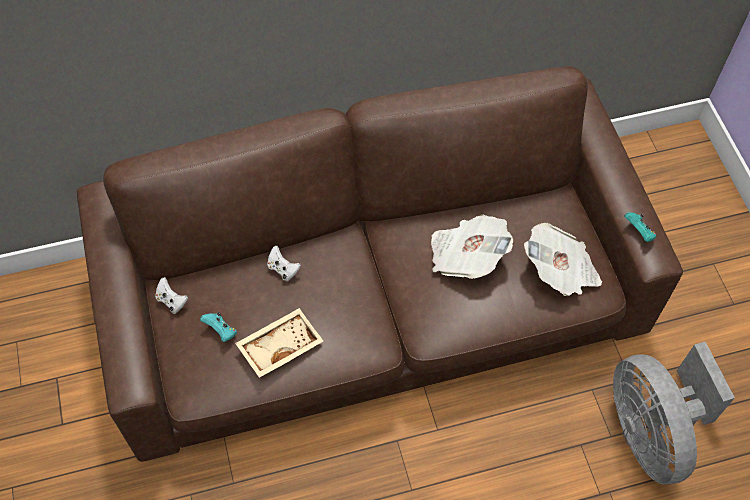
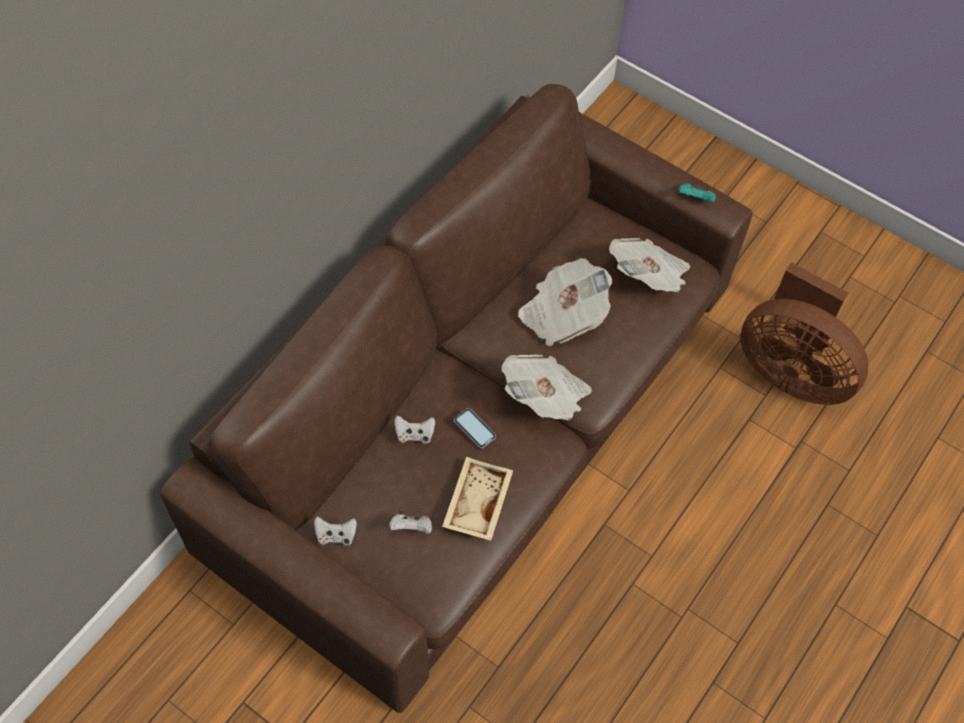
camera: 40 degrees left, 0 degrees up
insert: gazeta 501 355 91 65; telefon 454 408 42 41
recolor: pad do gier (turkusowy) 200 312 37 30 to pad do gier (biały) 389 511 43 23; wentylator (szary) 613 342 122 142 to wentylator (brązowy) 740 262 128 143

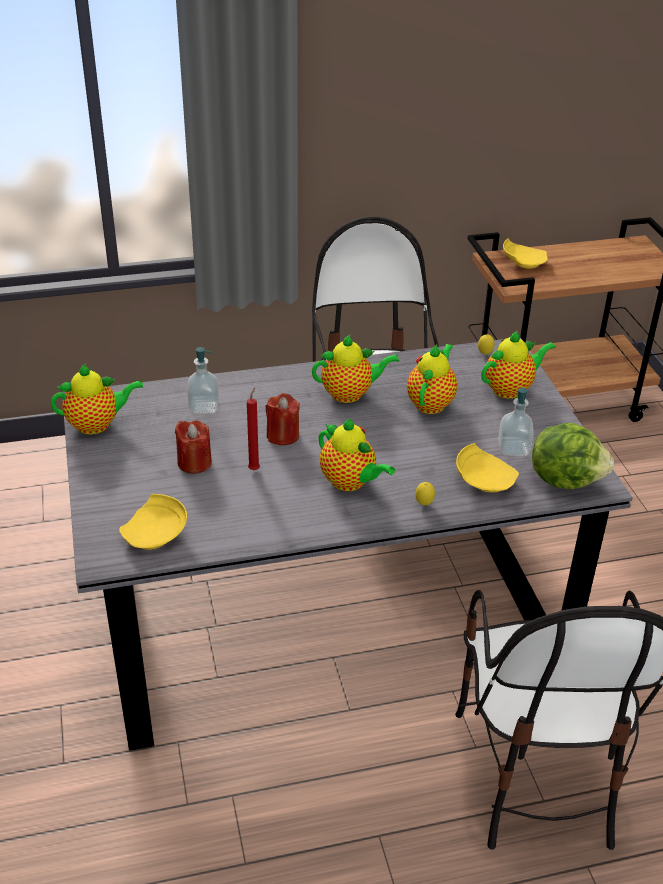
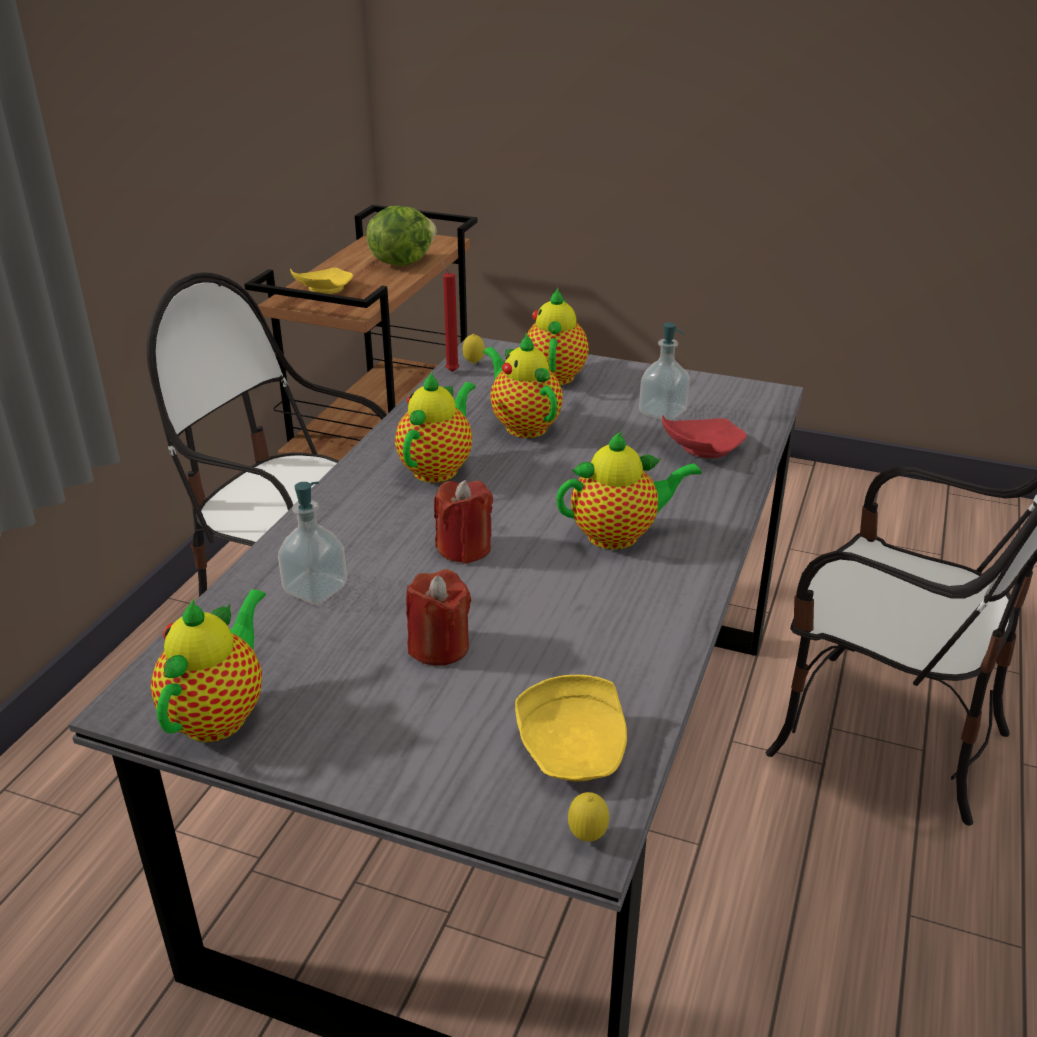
camera: 55 degrees left, 5 degrees down
move: świeca (czerwony) 247 387 13 83 to 441 260 18 112; sałata 532 423 82 66 to 366 206 71 60; cytryna 415 482 20 23 to 568 792 41 50
recolor: talerz (żółty) 456 443 63 50 to talerz (czerwony) 662 415 84 43

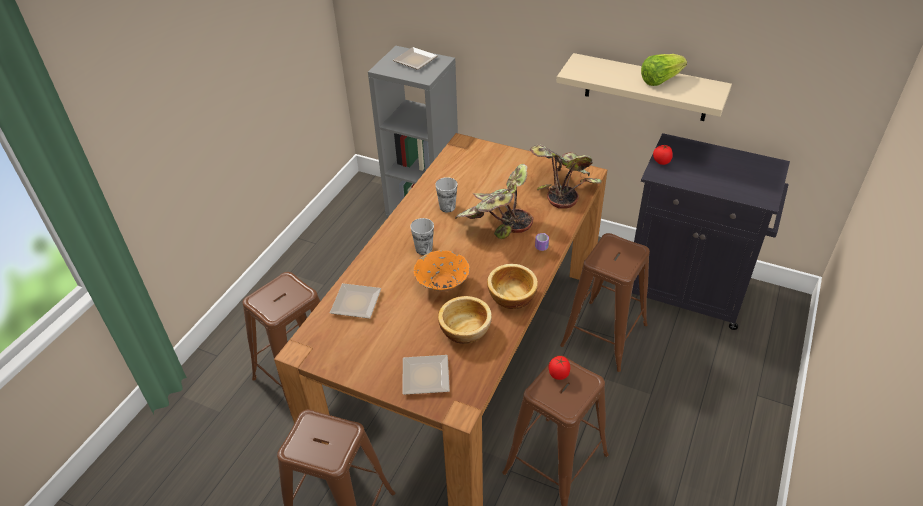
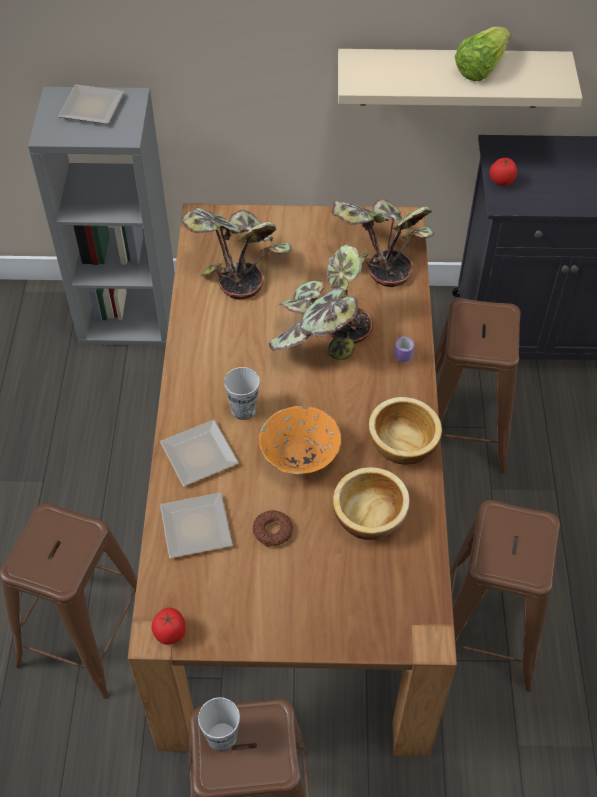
camera: 25 degrees left, 10 degrees up
insert: roślina doniczkowa 181 207 111 93; donut 253 510 40 37
move: filiżanka 435 177 23 35 to 198 697 42 55; talerz 403 355 47 40 to 160 420 79 66; pomidor 549 356 21 24 to 151 608 35 37

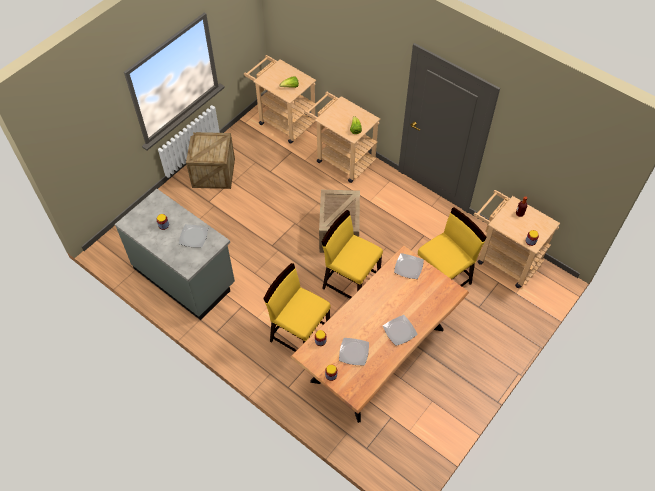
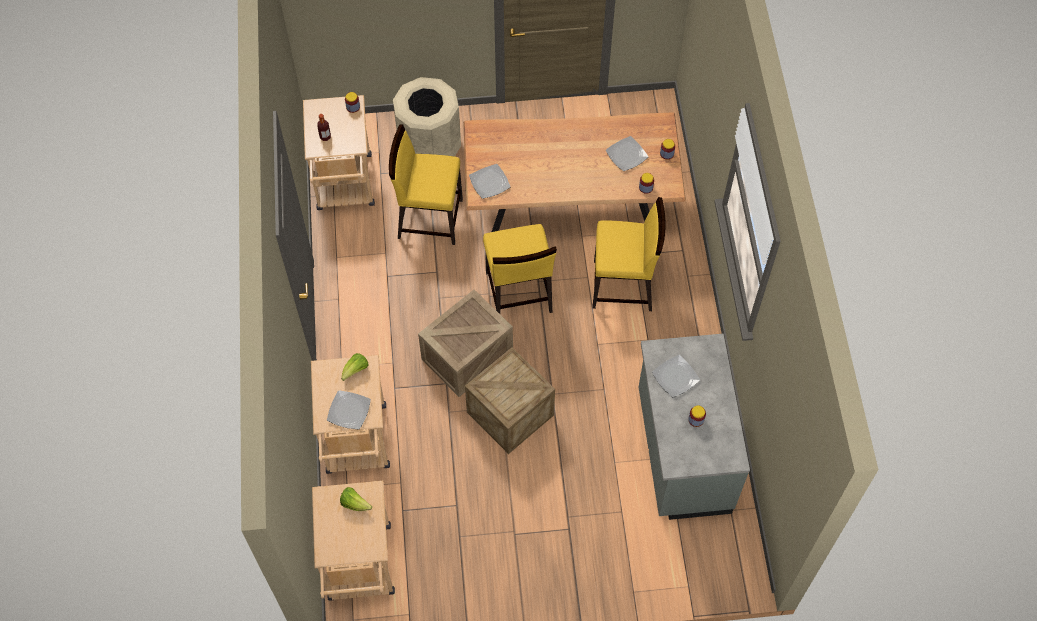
camera: 135 degrees left, 5 degrees up
insert: kosz na śmieci (beżowy) 393 77 68 80
move: skrzynka 186 132 49 57 to 465 347 90 107; talerz 383 315 34 31 to 327 390 44 39
rotate: krzesło (żółty) 263 263 68 89 = 592 197 73 114 75 degrees counterclockwise

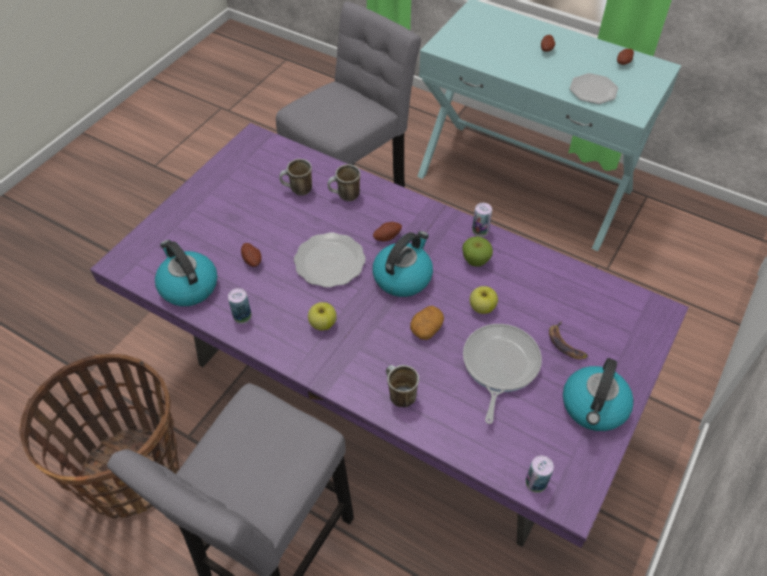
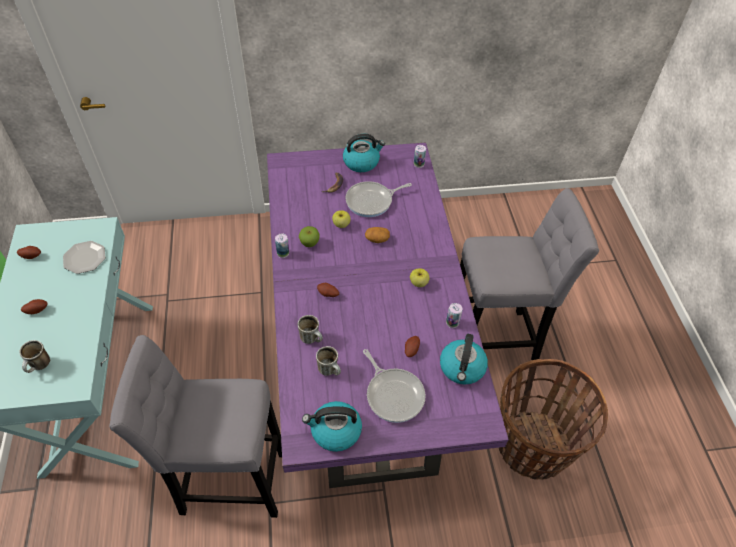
camera: 130 degrees left, 0 degrees up
delete: talerz 294 233 72 54
insert: patelnia 363 349 63 74
move: czajnik 373 231 60 66 to 302 401 60 51; kubek 386 365 33 42 to 19 340 31 33

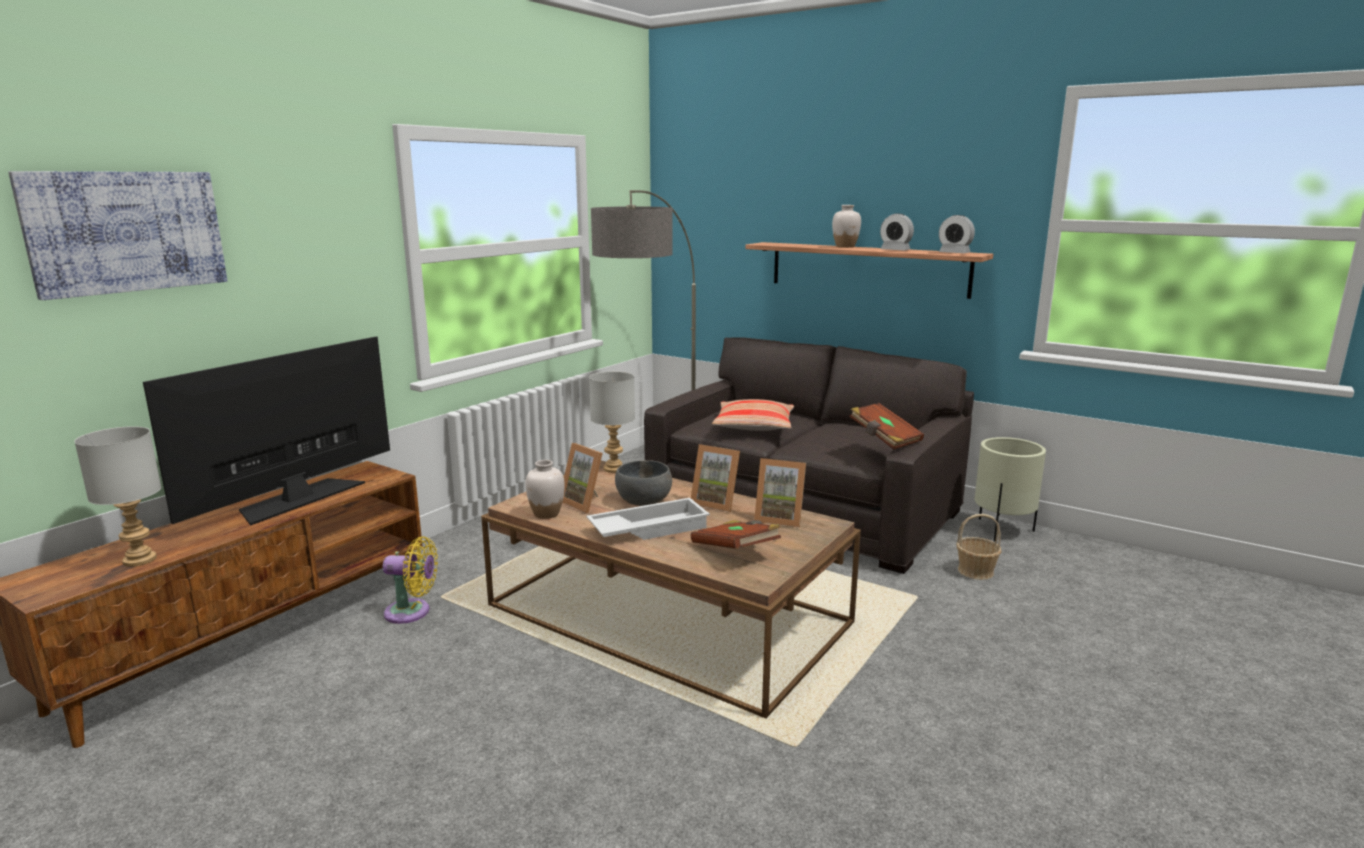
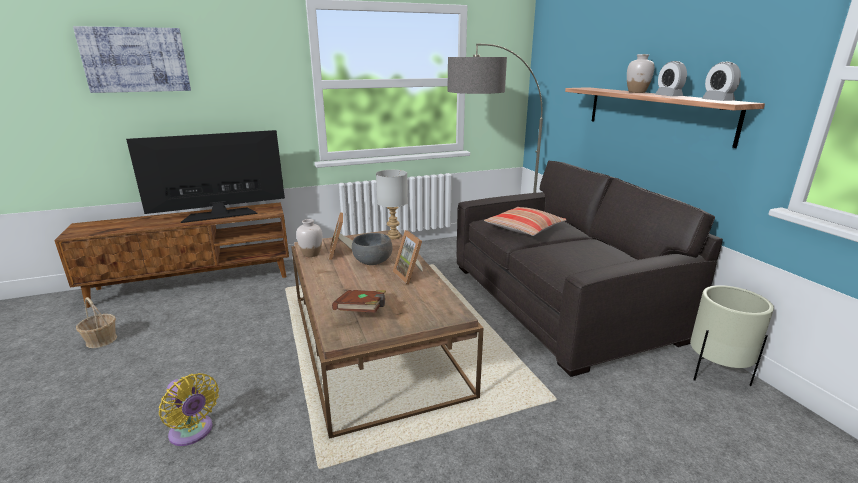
camera: 35 degrees right, 5 degrees up
delete: książka (brązowy) 849 403 75 47; lampa stołowa (szary) 74 426 87 141; ramka na zdjęcie 754 458 52 69; taca (biały) 586 498 124 42
move: koszyk 956 514 45 66 to 76 297 41 51; wentylator (żółty) 383 537 55 87 to 159 373 60 73

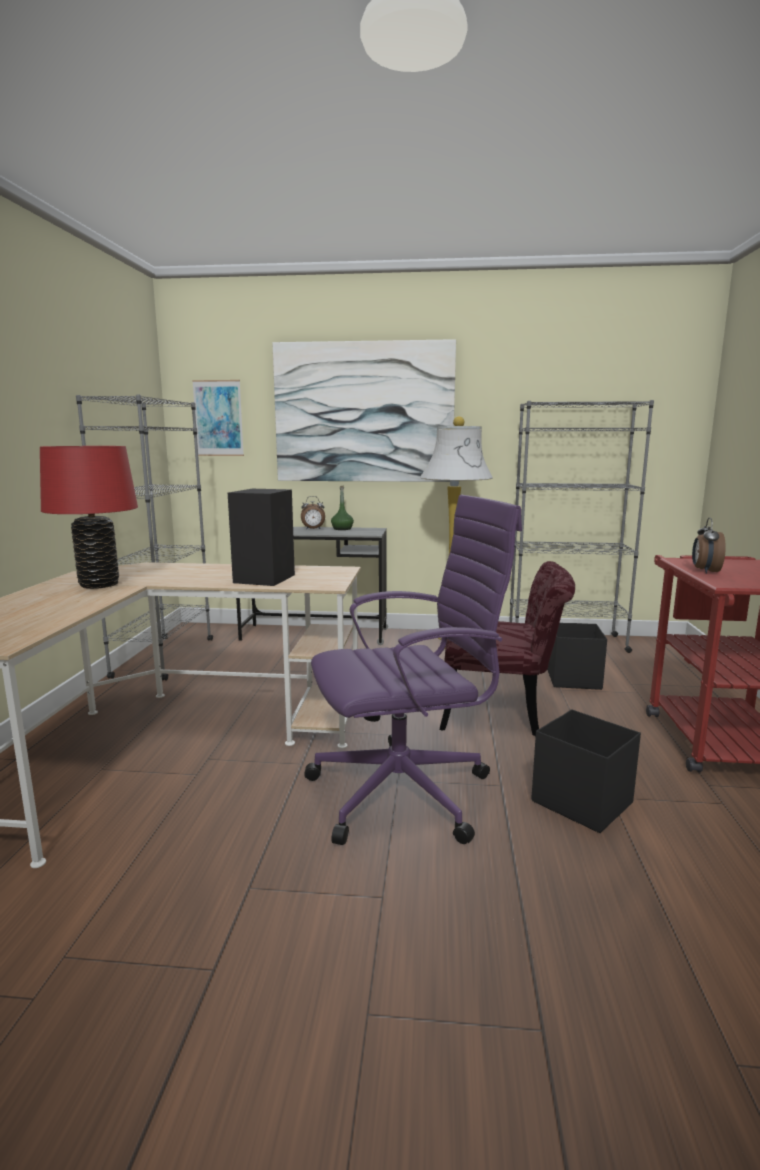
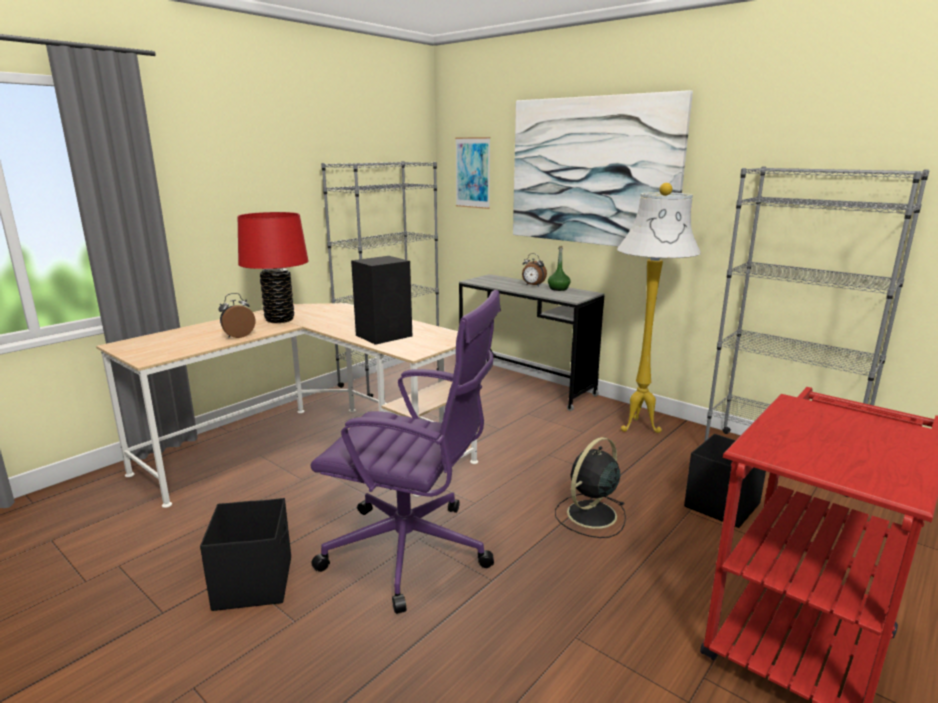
camera: 35 degrees right, 5 degrees up
move: budzik 692 518 34 56 to 218 293 37 45; pojemnik do przechowywania (czarny) 532 709 109 124 to 200 498 91 113
replace: krzesło (czerwony) 440 561 135 175 to wentylator (czarny) 555 437 71 101

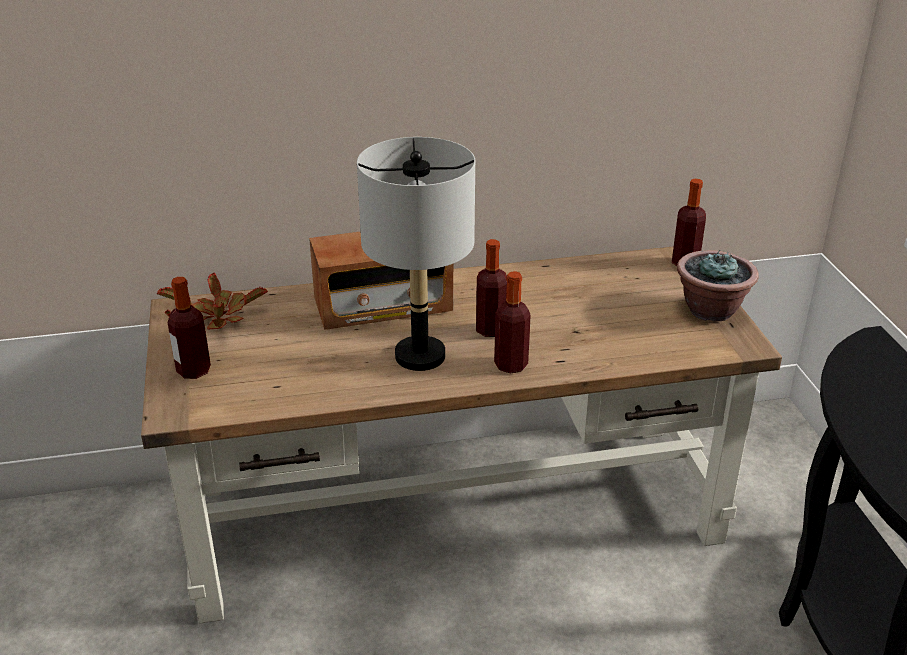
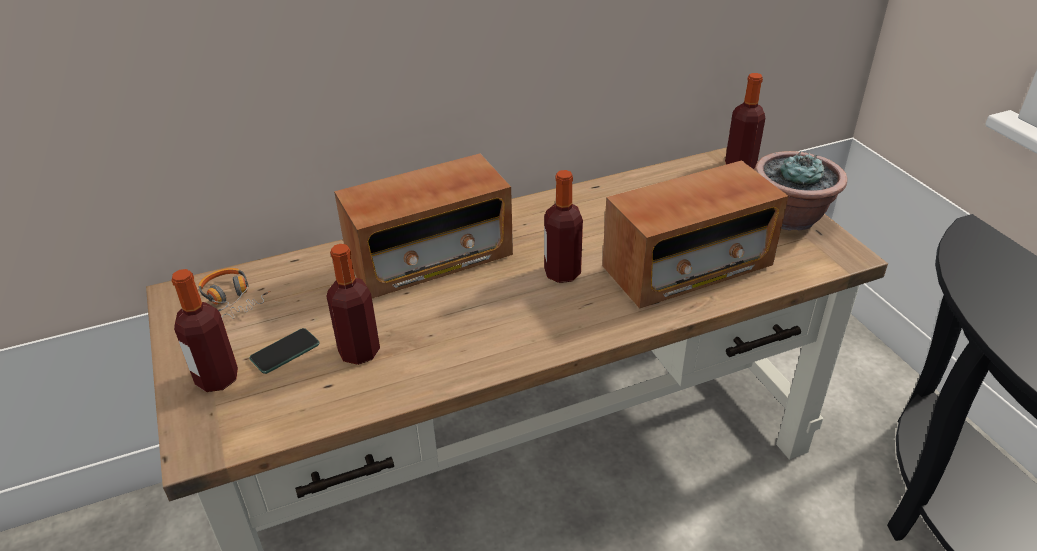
camera: 10 degrees left, 5 degrees up
delete: lampa stołowa (szary) 357 137 118 234
insert: radio 602 160 186 148; telefon 249 328 70 46
move: butelka 494 271 37 102 to 326 244 54 121
replace: roślina doniczkowa 157 273 111 56 to słuchawki 198 268 73 51

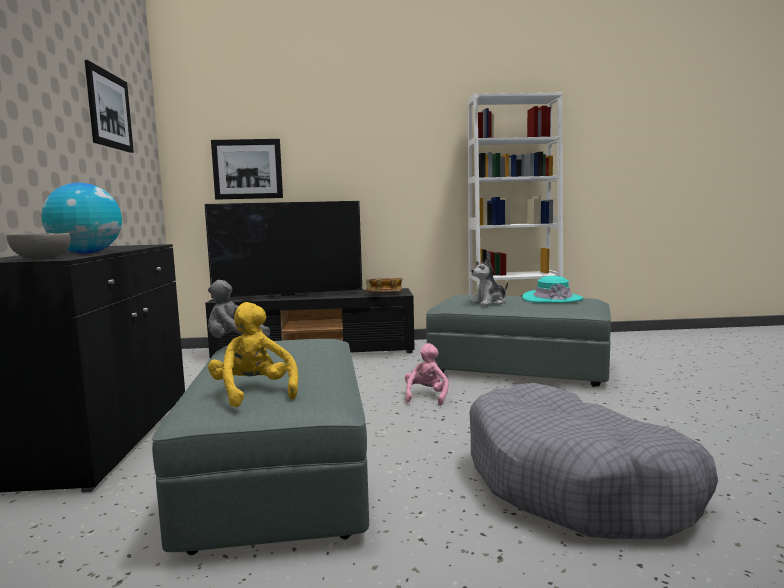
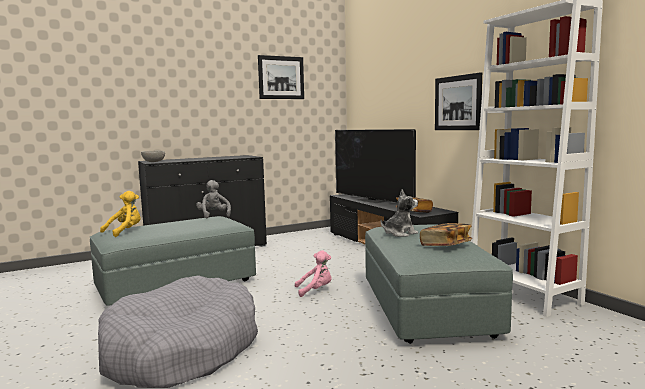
camera: 65 degrees right, 0 degrees up
delete: globus 42 183 80 70
move: obraz 211 139 72 61 to 435 72 47 58
replace: kapelusz (turkusowy) 522 276 61 27 to książka 420 223 52 23
rotate: pluszak 471 256 37 49 = 380 190 38 47 120 degrees clockwise

